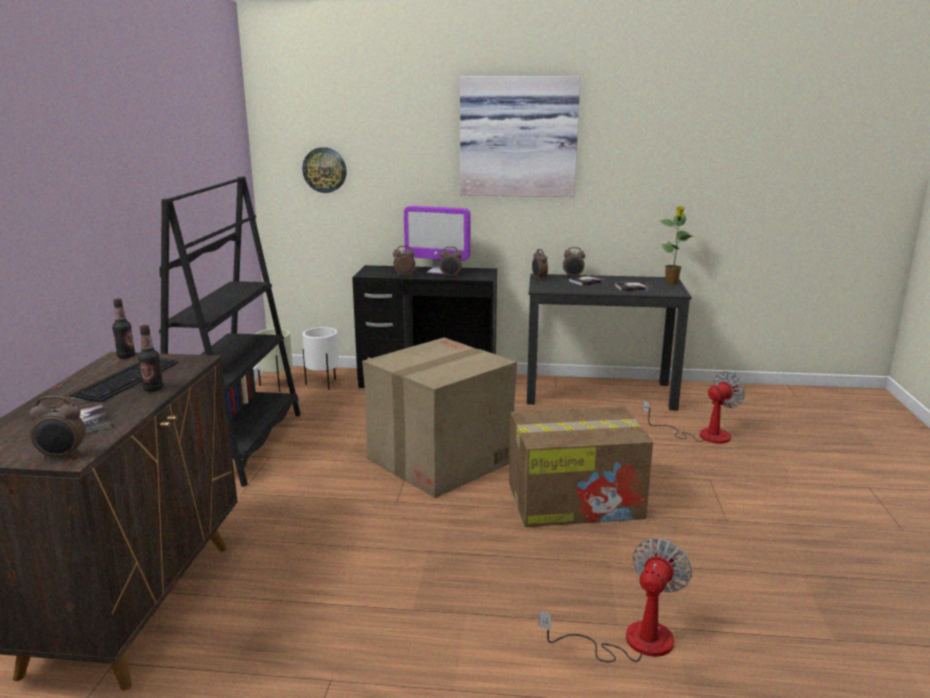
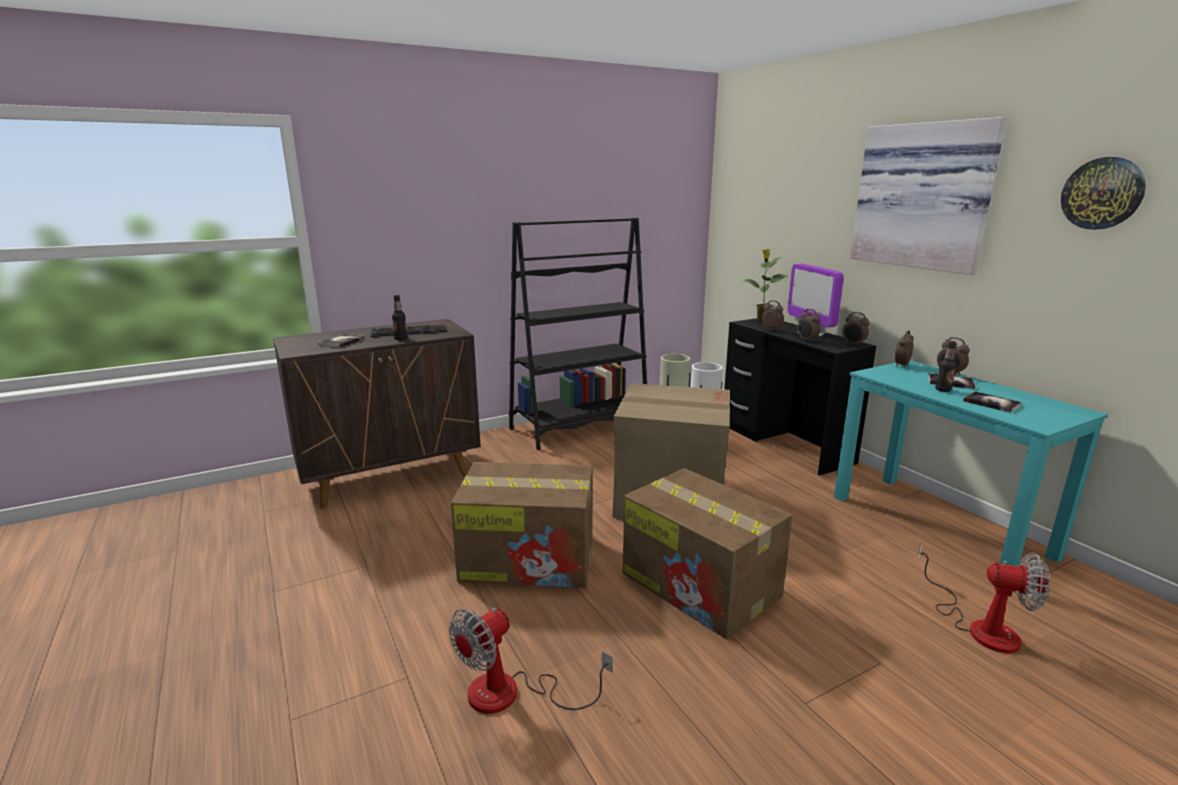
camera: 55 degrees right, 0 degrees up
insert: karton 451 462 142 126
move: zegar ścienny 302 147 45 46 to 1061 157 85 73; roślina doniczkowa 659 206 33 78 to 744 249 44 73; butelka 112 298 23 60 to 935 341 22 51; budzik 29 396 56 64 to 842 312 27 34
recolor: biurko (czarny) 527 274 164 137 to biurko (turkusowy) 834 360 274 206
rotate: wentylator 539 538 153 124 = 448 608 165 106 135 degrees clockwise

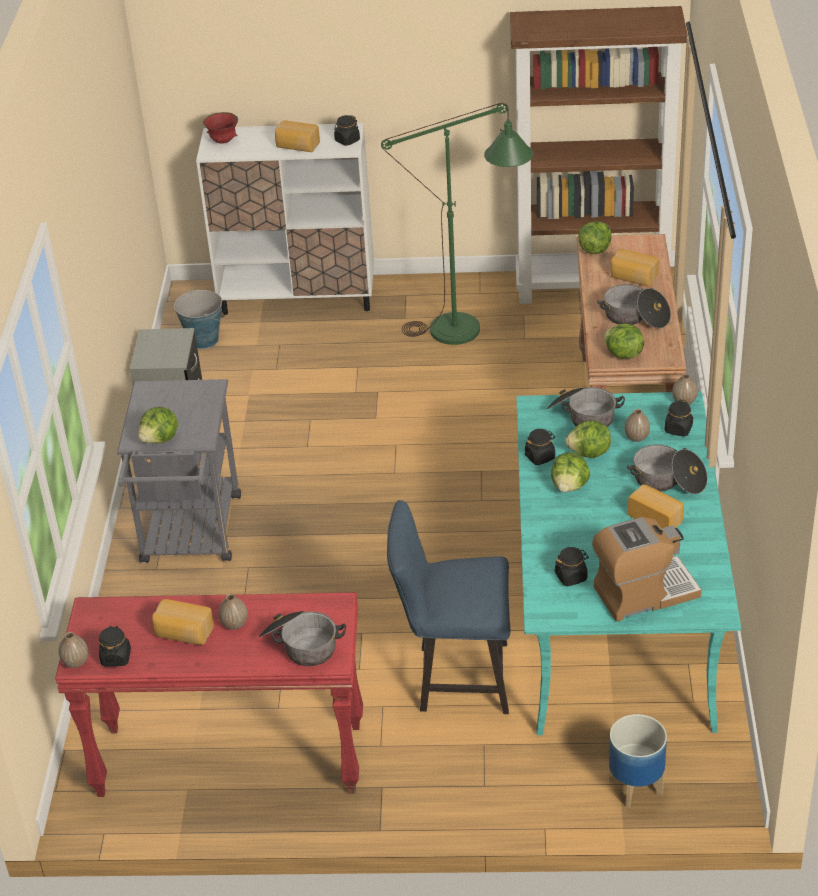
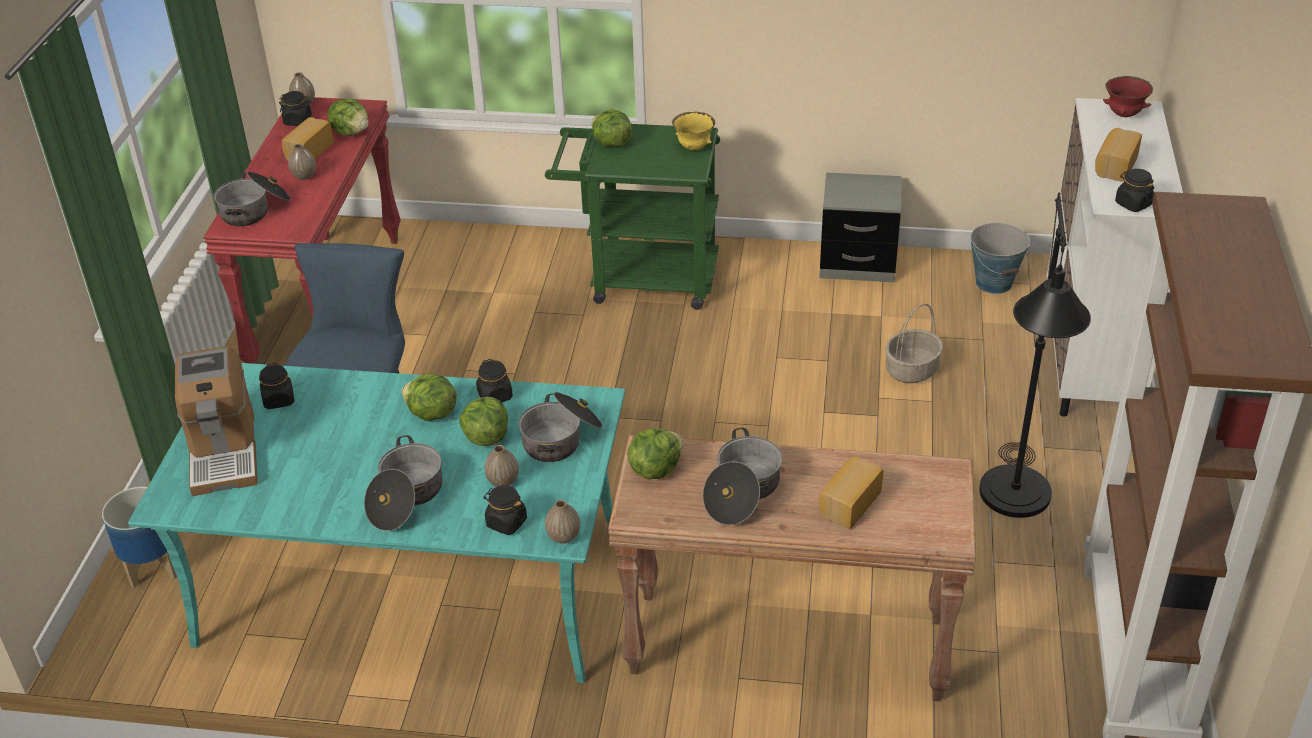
camera: 95 degrees right, 0 degrees up
delete: chleb 628 485 56 43
insert: miska (żółty) 672 112 43 38; koszyk 885 304 58 79
move: sałata 578 221 34 33 to 328 99 40 37
recolor: lampa stojąca (zielony) 381 103 152 242 to lampa stojąca (czarny) 979 192 112 326; wózek (szary) 117 379 124 184 to wózek (zielony) 545 124 175 186

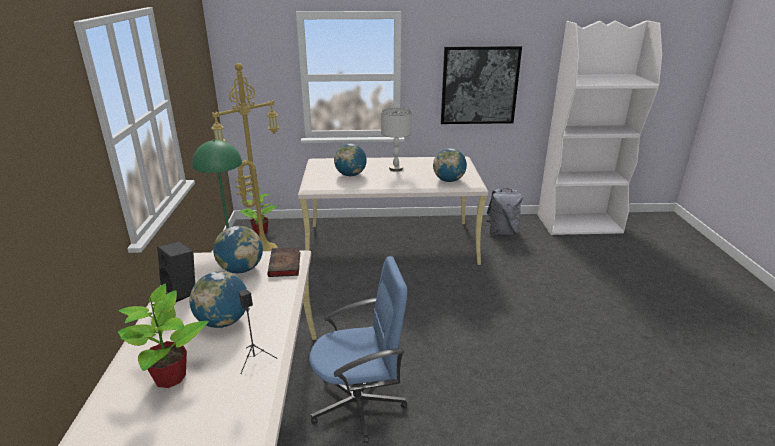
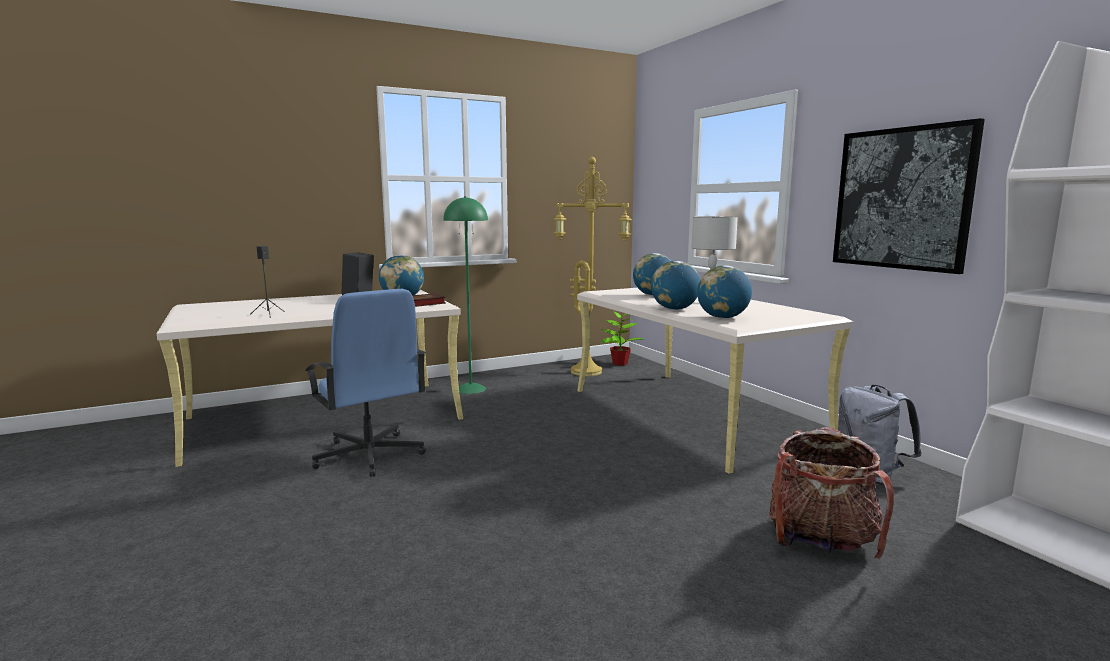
camera: 65 degrees right, 15 degrees down
delete: roślina doniczkowa 118 284 91 104
insert: plecak 769 427 125 132
move: globus 189 271 58 57 to 651 261 49 49

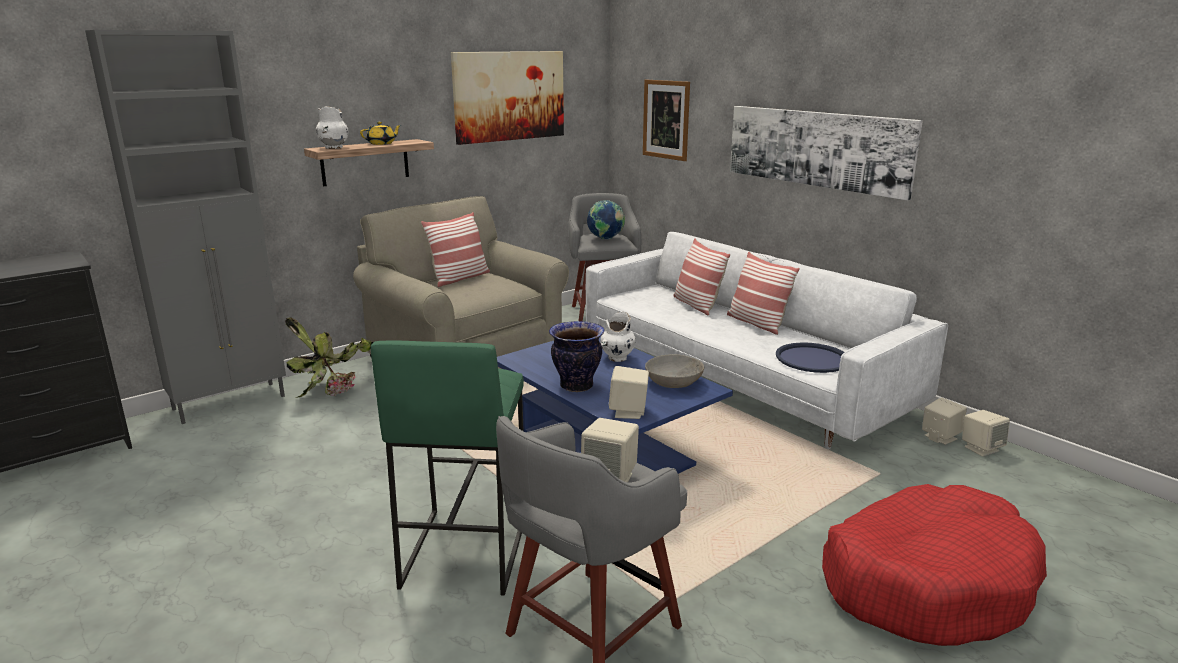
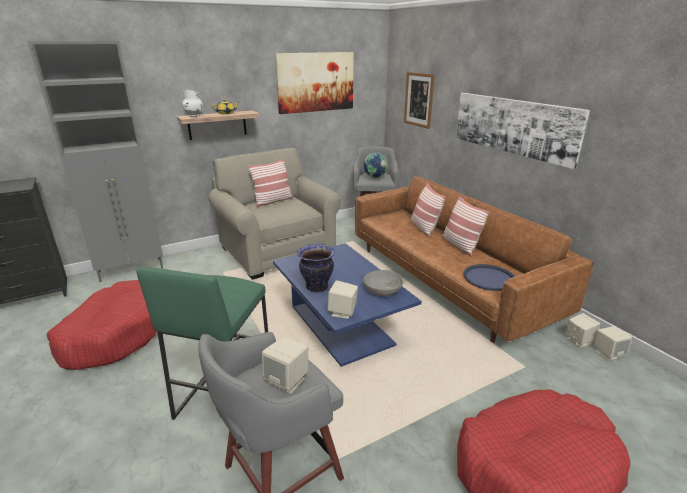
camera: 10 degrees right, 5 degrees up
delete: wazon (biały) 600 312 36 50; roślina doniczkowa 285 317 88 81
insert: legowisko (czerwony) 47 280 110 90
recolor: kanapa (biały) 586 232 362 218 to kanapa (brązowy) 355 176 239 167

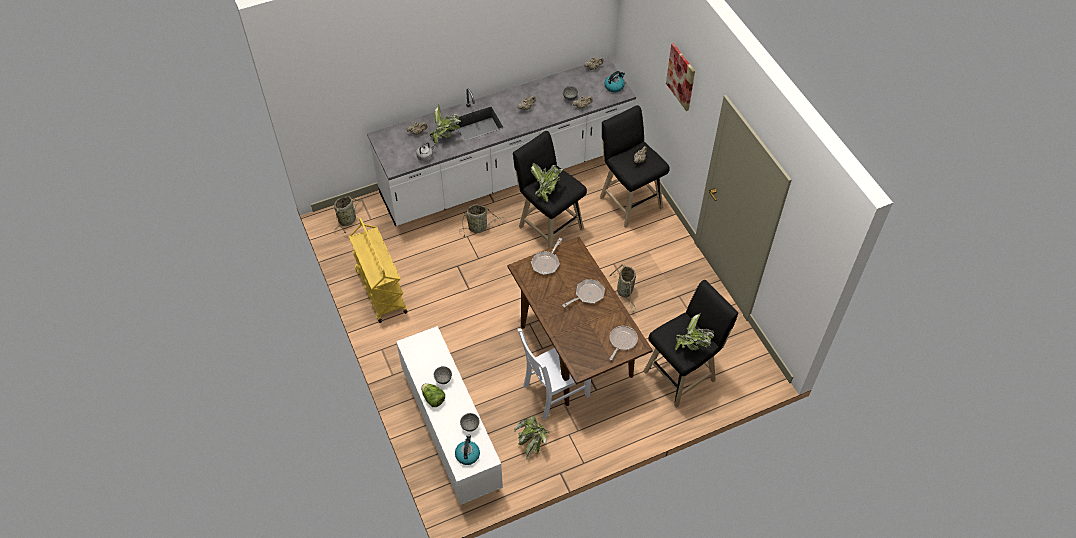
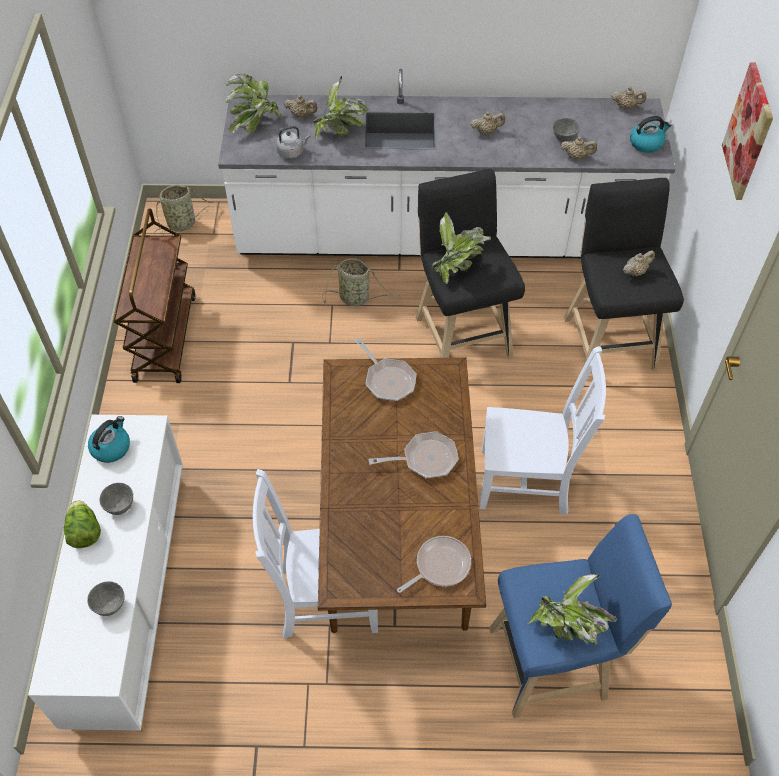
camera: 25 degrees right, 0 degrees up
move: roślina doniczkowa 514 416 35 43 to 226 74 55 59; czajnik 455 434 25 31 to 88 416 42 47
replace: koszyk 609 264 27 48 to krzesło (biały) 480 346 126 169
recolor: wózek (żółty) 349 217 58 106 to wózek (brązowy) 114 209 81 174; stołek (czarny) 643 280 95 128 to stołek (niebieski) 489 514 183 205
rotate: patelnia 531 238 31 37 = 354 338 63 63 90 degrees counterclockwise

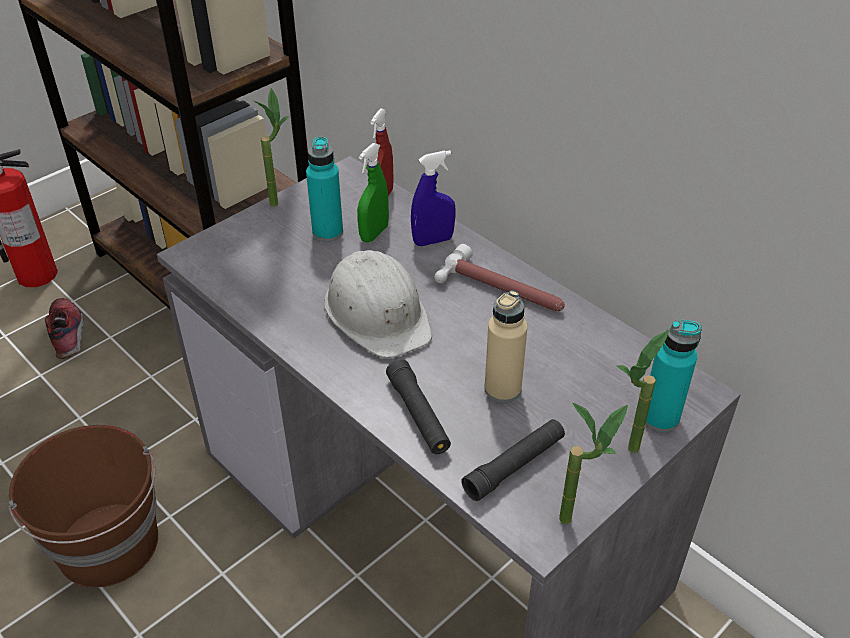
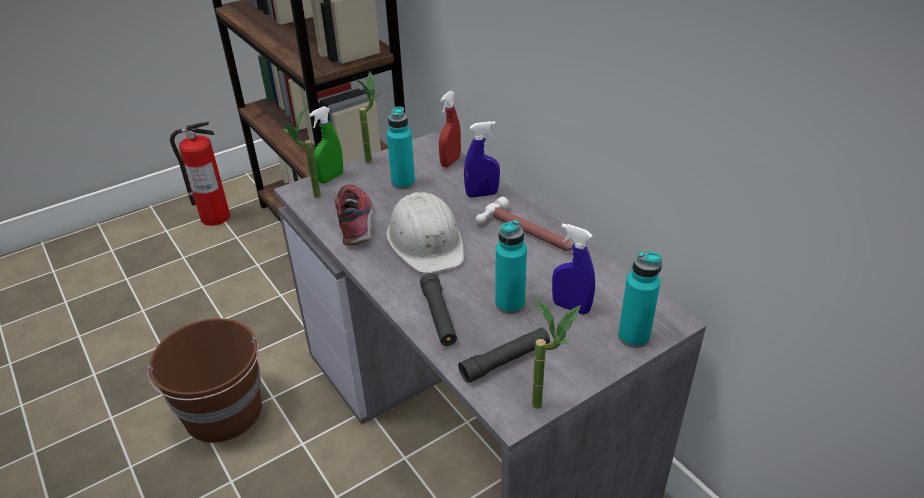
camera: 10 degrees right, 5 degrees down
insert: spryskiwacz (niebieski) 552 224 43 91
move: spryskiwacz (zielony) 357 143 32 100 to 309 106 34 78; but 45 298 39 61 to 335 185 38 61; roślina doniczkowa 617 330 52 123 to 282 106 39 92
recolor: butelka (beżowy) 484 290 44 113 to butelka (turkusowy) 495 220 32 94

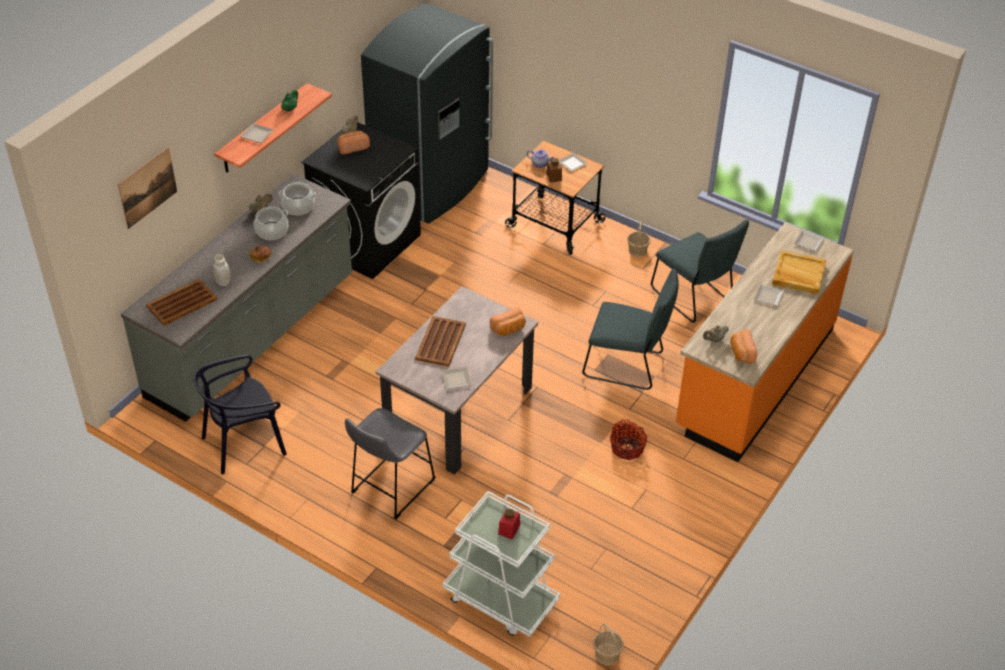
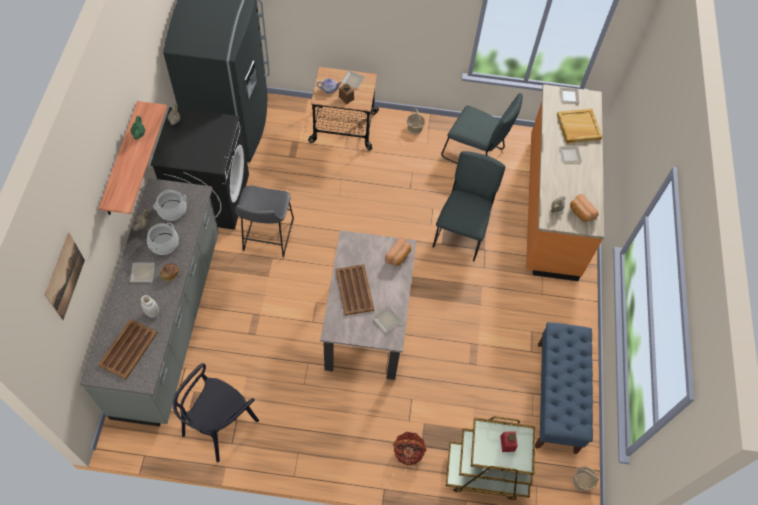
camera: 30 degrees left, 15 degrees up
delete: chleb 337 131 33 23
insert: ławka (niebieski) 535 322 58 132
move: talerz 240 123 34 20 to 130 263 25 19; stołek (szary) 345 408 91 111 to 235 185 59 72; koszyk 610 419 38 41 to 393 432 33 34
recolor: wózek (biały) 443 491 117 146 to wózek (brązowy) 446 416 90 84
rotate: krzesło (szary) 582 269 97 121 = 433 151 72 110 60 degrees counterclockwise

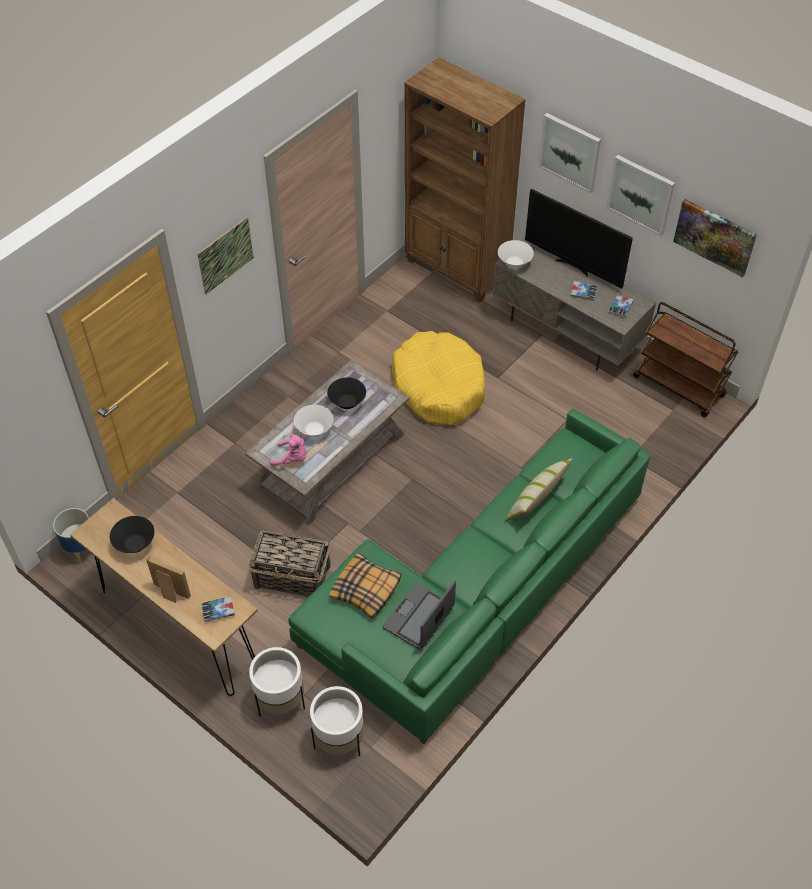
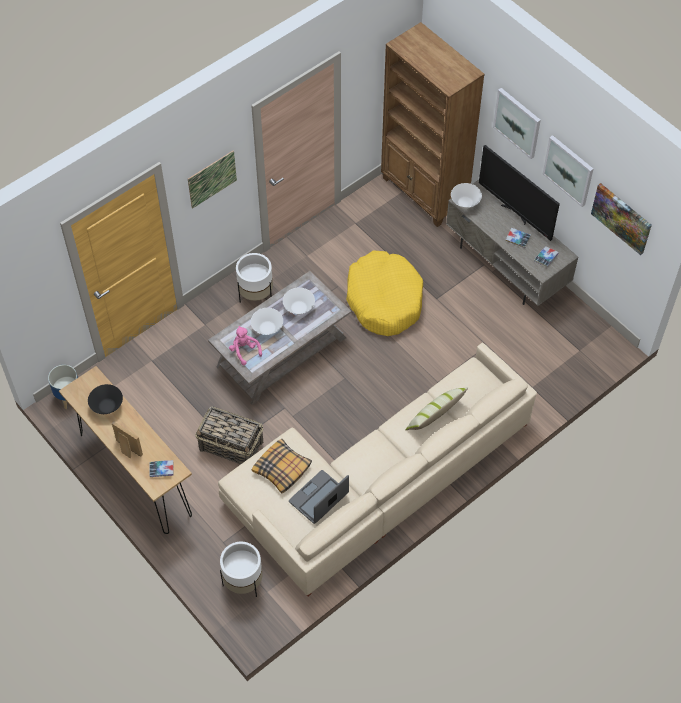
camera: 10 degrees right, 5 degrees up
delete: wózek (brązowy) 633 302 105 115
move: donica (biały) 249 647 56 70 to 236 253 37 50
recolor: miska (czarny) 327 377 39 32 to miska (biały) 283 287 32 27; kanapa (zielony) 288 408 363 336 to kanapa (beżowy) 218 343 319 253
rotate: pluszak (różowy) 269 434 37 32 = 229 326 33 39 150 degrees counterclockwise

